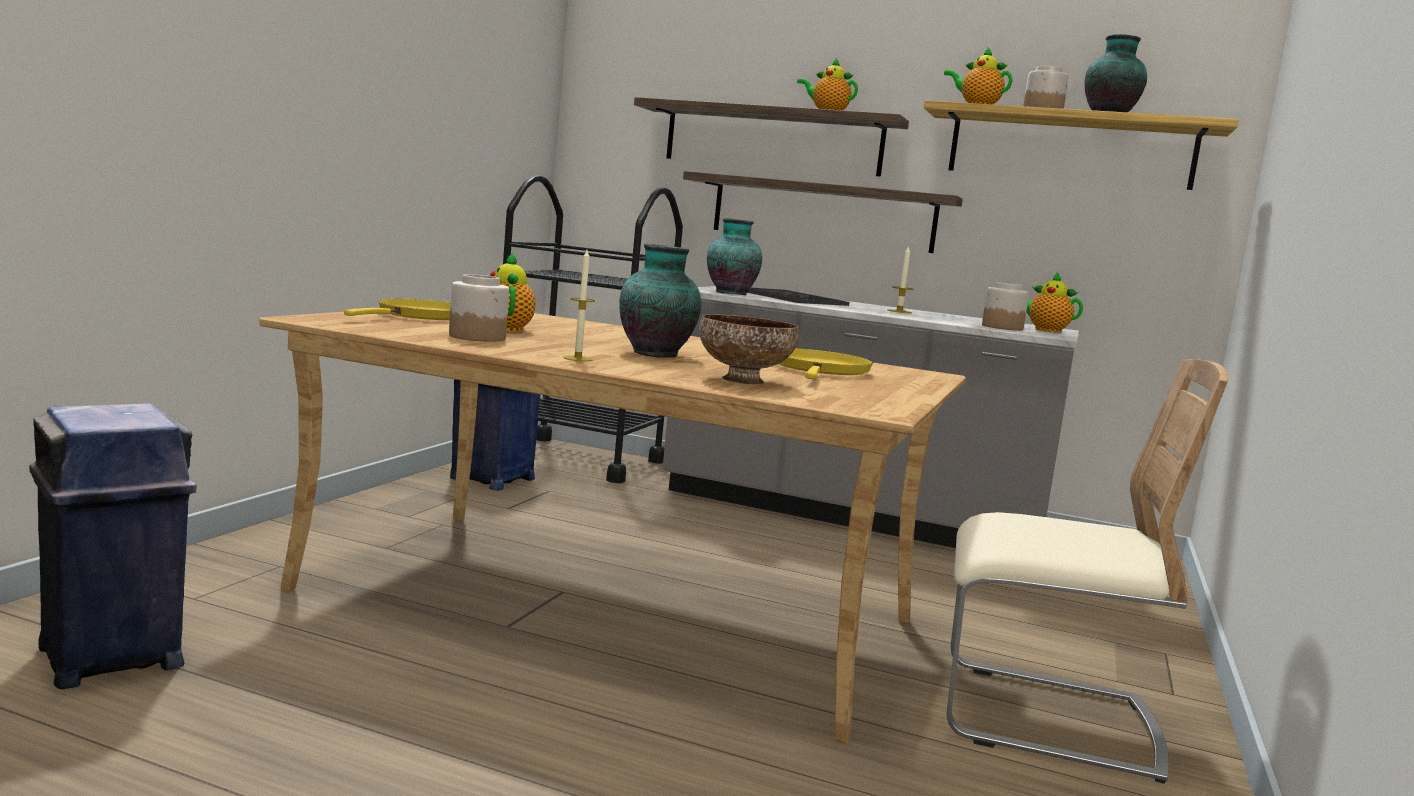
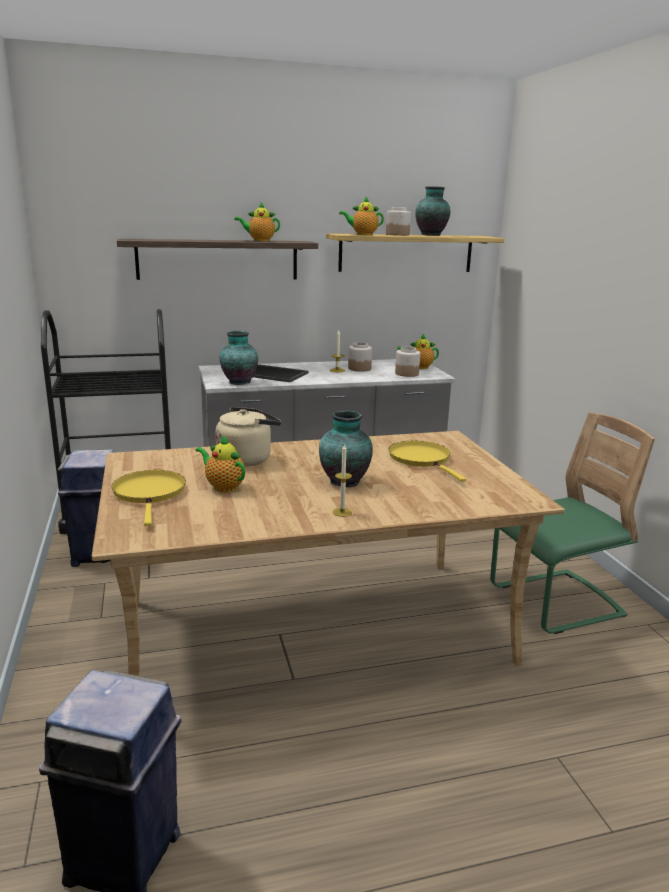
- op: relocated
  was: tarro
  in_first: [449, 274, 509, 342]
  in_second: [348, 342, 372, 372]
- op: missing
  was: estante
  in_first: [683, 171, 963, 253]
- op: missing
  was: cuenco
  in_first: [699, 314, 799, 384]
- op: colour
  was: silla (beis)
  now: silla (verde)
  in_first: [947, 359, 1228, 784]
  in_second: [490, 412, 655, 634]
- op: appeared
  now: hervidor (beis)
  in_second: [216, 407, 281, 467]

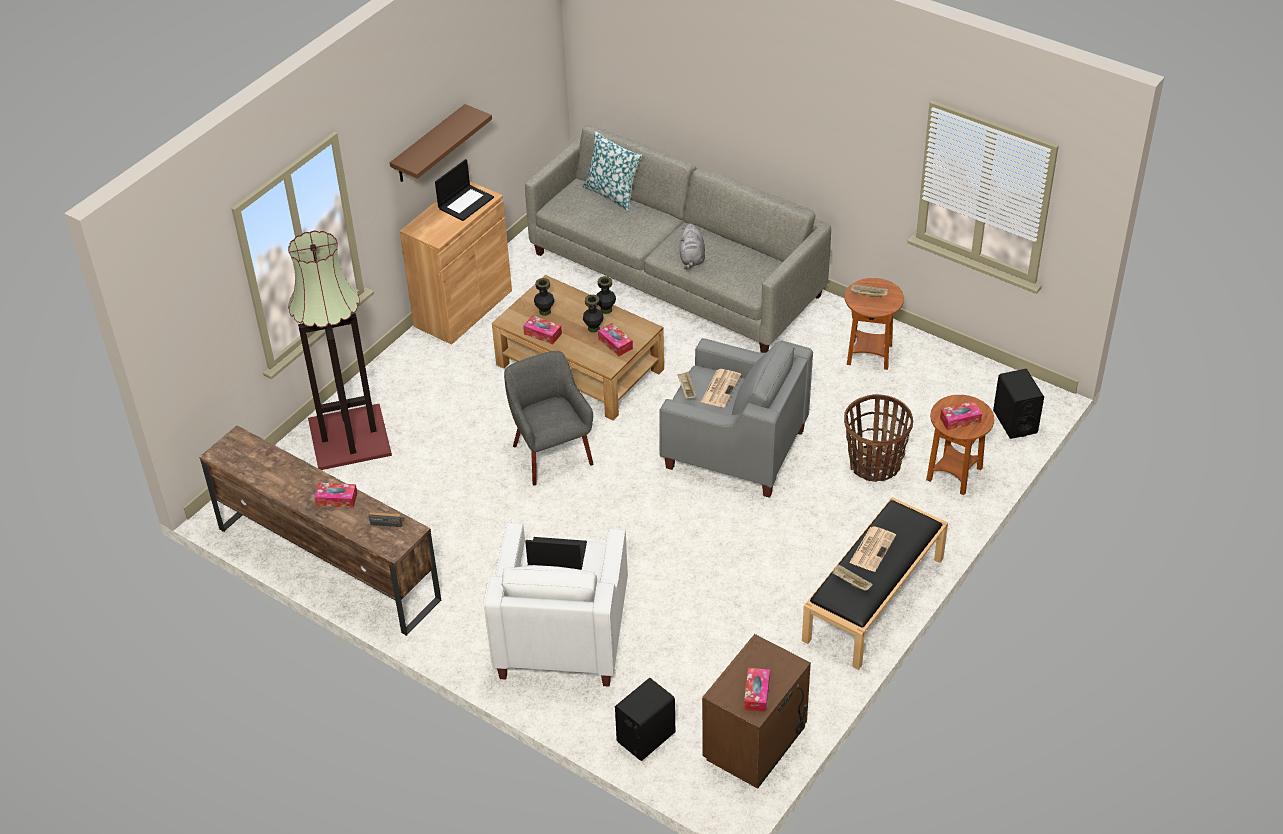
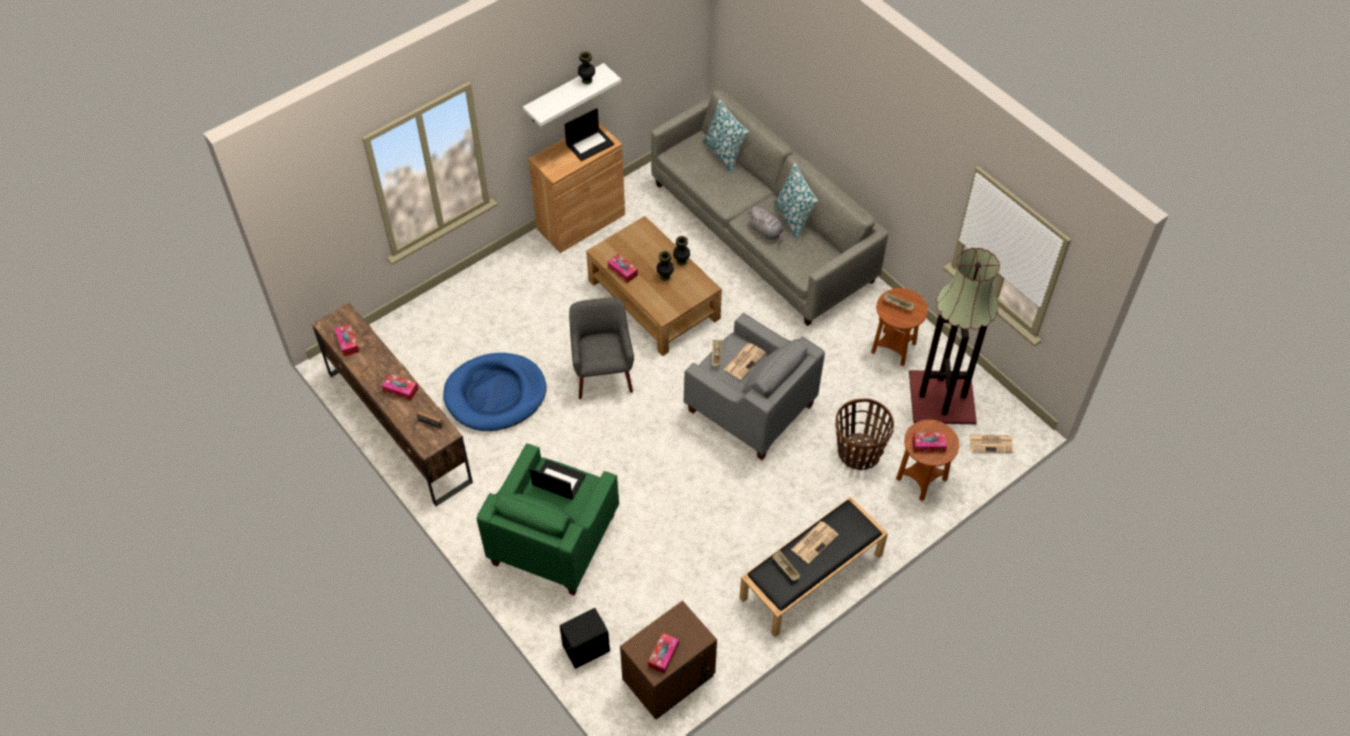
- op: relocated
  was: lámpara de pie
  in_first: [288, 230, 392, 470]
  in_second: [909, 248, 1000, 424]
- op: colour
  was: estante (marrón)
  now: estante (blanco)
  in_first: [390, 104, 492, 182]
  in_second: [523, 63, 621, 127]
- op: colour
  was: sillón (blanco)
  now: sillón (verde)
  in_first: [483, 522, 628, 686]
  in_second: [477, 443, 619, 595]
- op: relocated
  was: florero (negro)
  in_first: [534, 278, 555, 316]
  in_second: [578, 51, 595, 84]
- op: relocated
  was: caja de pañuelos
  in_first: [598, 323, 633, 356]
  in_second: [335, 324, 359, 357]
- op: spun
  was: peluche (gris)
  in_first: [679, 224, 705, 269]
  in_second: [748, 206, 784, 242]
  clockwise: -60
- op: exchanged
  was: altavoz (negro)
  now: periódico
  in_first: [993, 369, 1044, 439]
  in_second: [969, 434, 1014, 453]
- op: appeared
  now: cama para perro (azul)
  in_second: [443, 353, 547, 431]
- op: appeared
  now: cojín
  in_second: [774, 163, 819, 240]

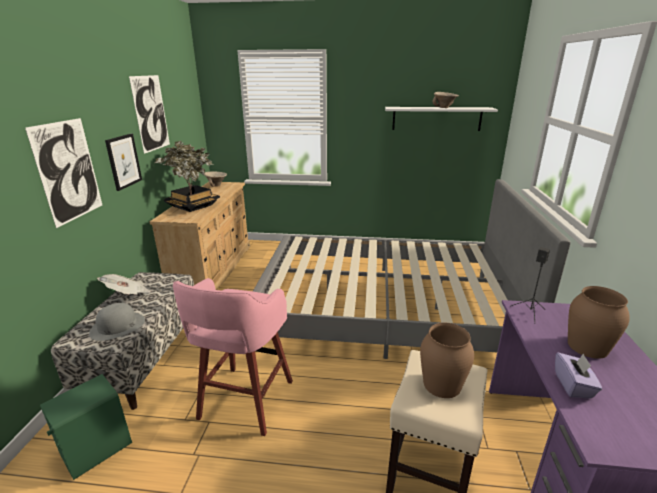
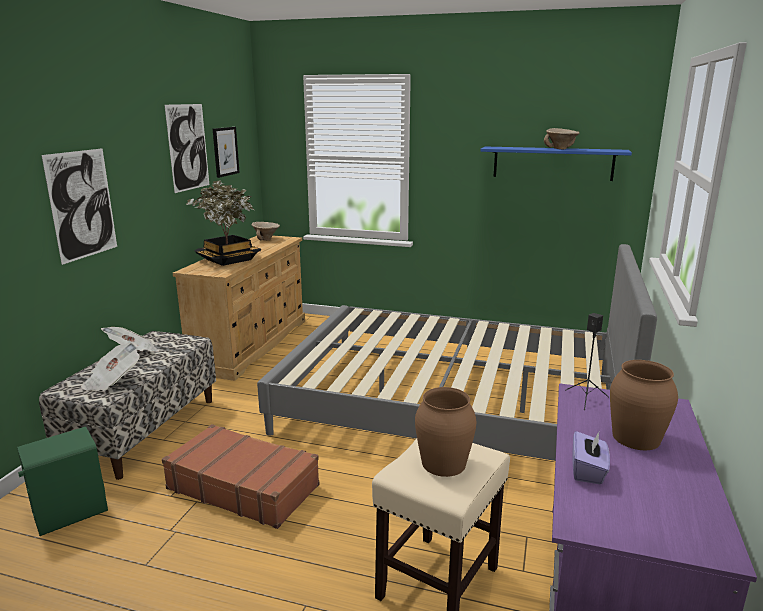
- op: exchanged
  was: sombrero (gris)
  now: periódico
  in_first: [89, 303, 145, 341]
  in_second: [81, 343, 140, 391]
- op: relocated
  was: cuadro
  in_first: [105, 134, 142, 191]
  in_second: [213, 127, 240, 178]
- op: exchanged
  was: taburete (rosa)
  now: maleta (marrón)
  in_first: [173, 278, 293, 436]
  in_second: [162, 424, 319, 529]
- op: colour
  was: estante (blanco)
  now: estante (azul)
  in_first: [385, 107, 498, 131]
  in_second: [480, 146, 632, 181]

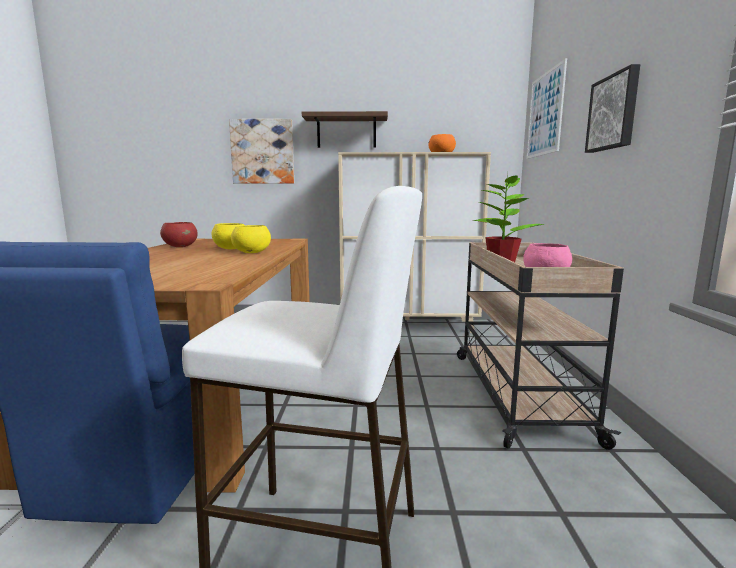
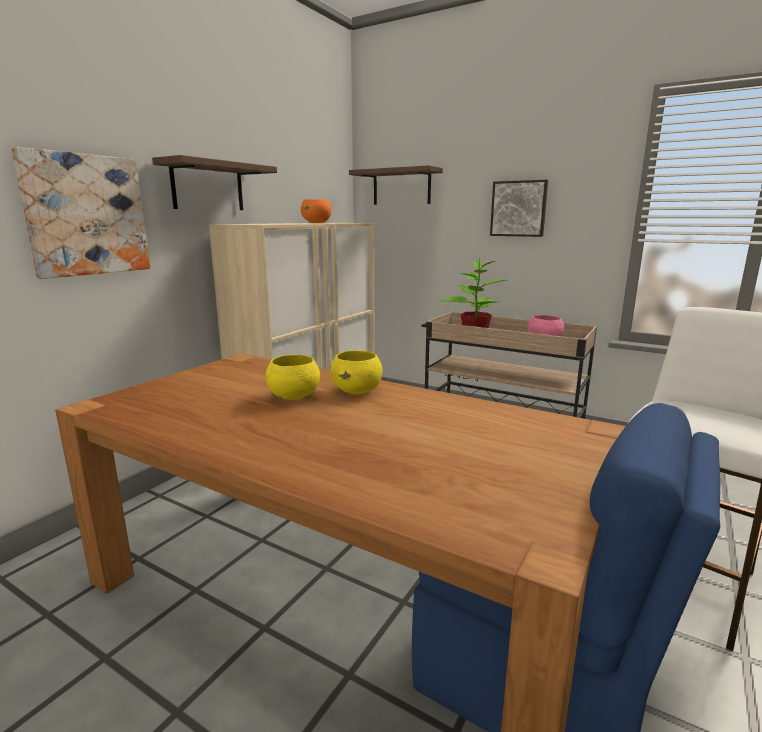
- op: missing
  was: cuenco (rojo)
  in_first: [160, 222, 198, 247]
- op: exchanged
  was: cuadro
  now: estante
  in_first: [527, 58, 567, 159]
  in_second: [349, 165, 443, 205]

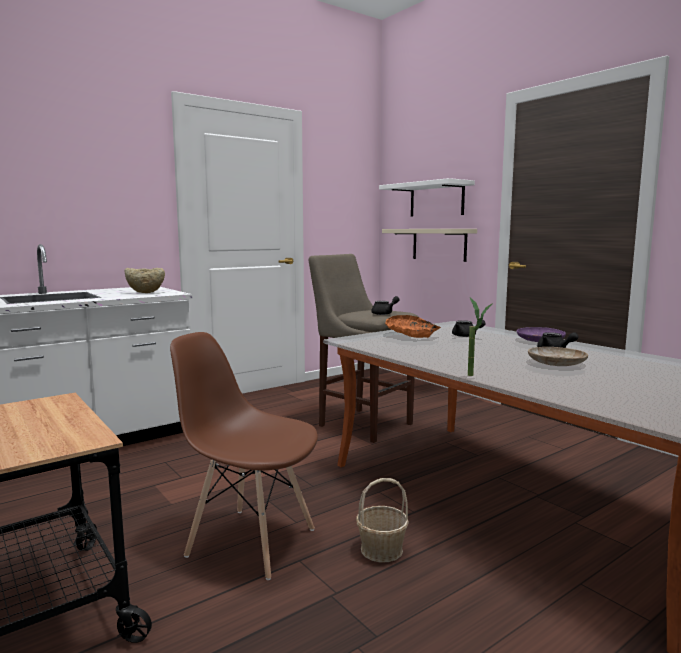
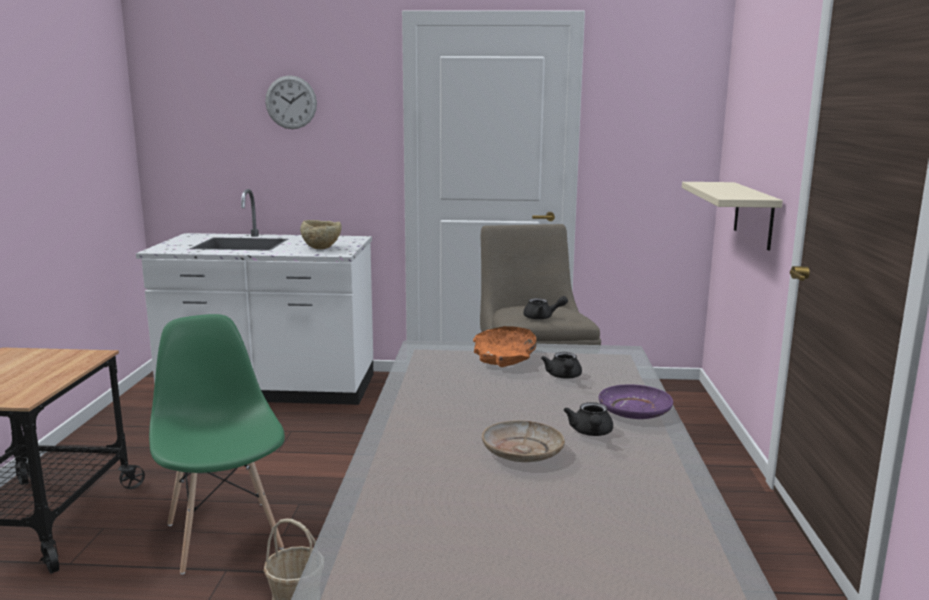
- op: colour
  was: silla (marrón)
  now: silla (verde)
  in_first: [170, 332, 318, 580]
  in_second: [149, 314, 285, 574]
- op: missing
  was: estante (blanco)
  in_first: [379, 178, 475, 216]
- op: missing
  was: planta en maceta
  in_first: [468, 297, 493, 376]
- op: appeared
  now: reloj de pared
  in_second: [265, 75, 317, 129]

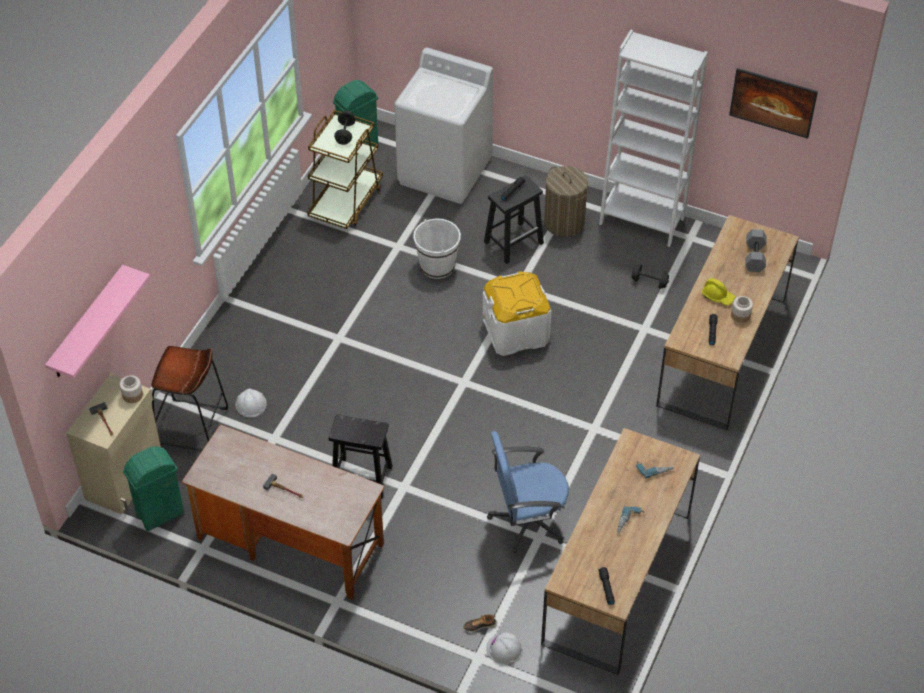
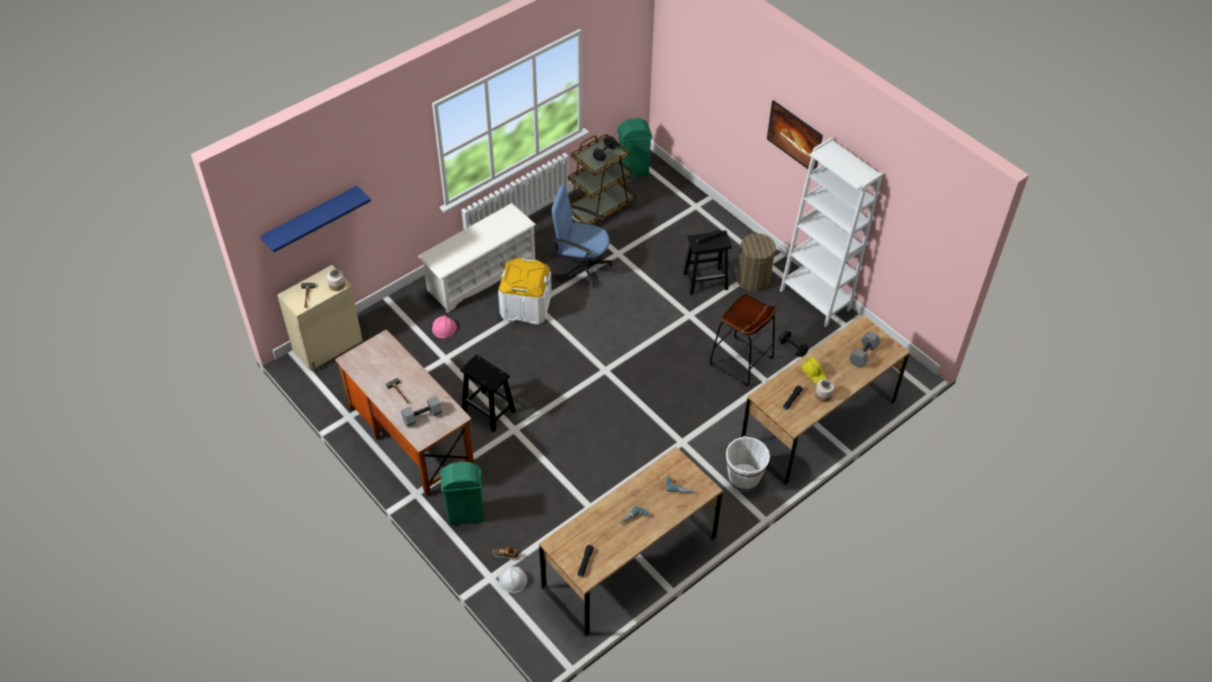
- op: colour
  was: estante (rosa)
  now: estante (azul)
  in_first: [45, 265, 150, 378]
  in_second: [260, 186, 371, 252]
- op: relocated
  was: papelera (verde)
  in_first: [123, 447, 184, 531]
  in_second: [440, 462, 484, 525]
- op: relocated
  was: taburete (marrón)
  in_first: [151, 346, 228, 451]
  in_second: [709, 294, 777, 386]
- op: colour
  was: casco (blanco)
  now: casco (rosa)
  in_first: [236, 388, 267, 418]
  in_second: [432, 316, 457, 338]
- op: missing
  was: lavadora (blanco)
  in_first: [394, 47, 493, 204]
- op: relocated
  was: cubo (blanco)
  in_first: [413, 218, 461, 279]
  in_second: [726, 436, 770, 491]
- op: relocated
  was: caja de almacenaje (blanco)
  in_first: [483, 271, 551, 356]
  in_second: [498, 258, 552, 325]
- op: relocated
  was: silla de oficina (azul)
  in_first: [487, 431, 569, 553]
  in_second: [552, 185, 613, 288]
- op: relocated
  was: cuadro
  in_first: [729, 68, 818, 139]
  in_second: [767, 100, 823, 170]
- op: appeared
  now: mancuerna (gris)
  in_second: [401, 396, 442, 427]
- op: appeared
  now: zapatero (blanco)
  in_second: [418, 203, 536, 313]

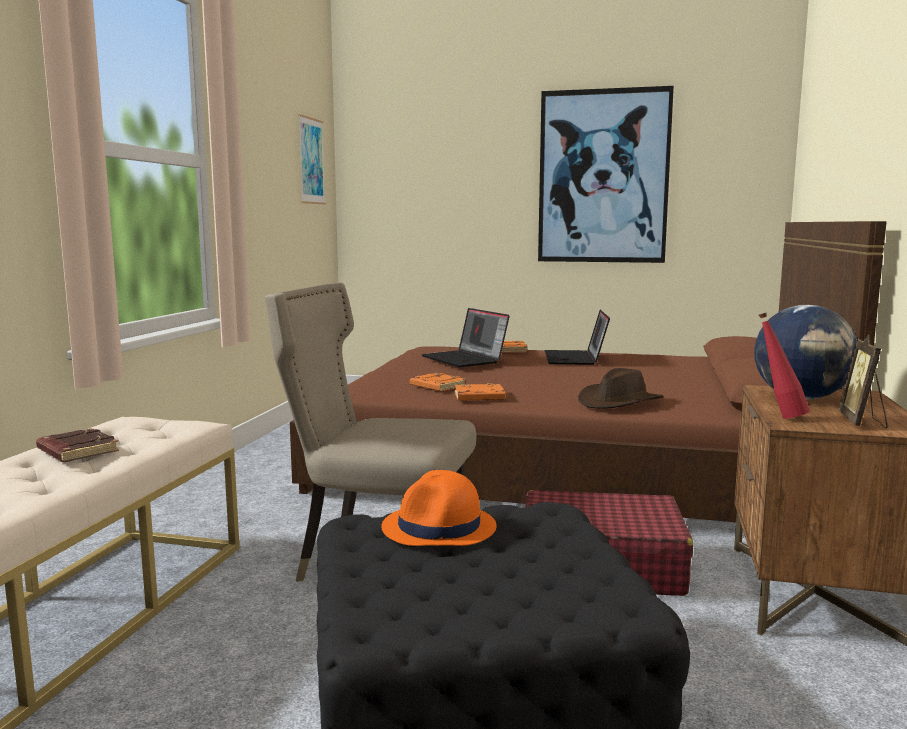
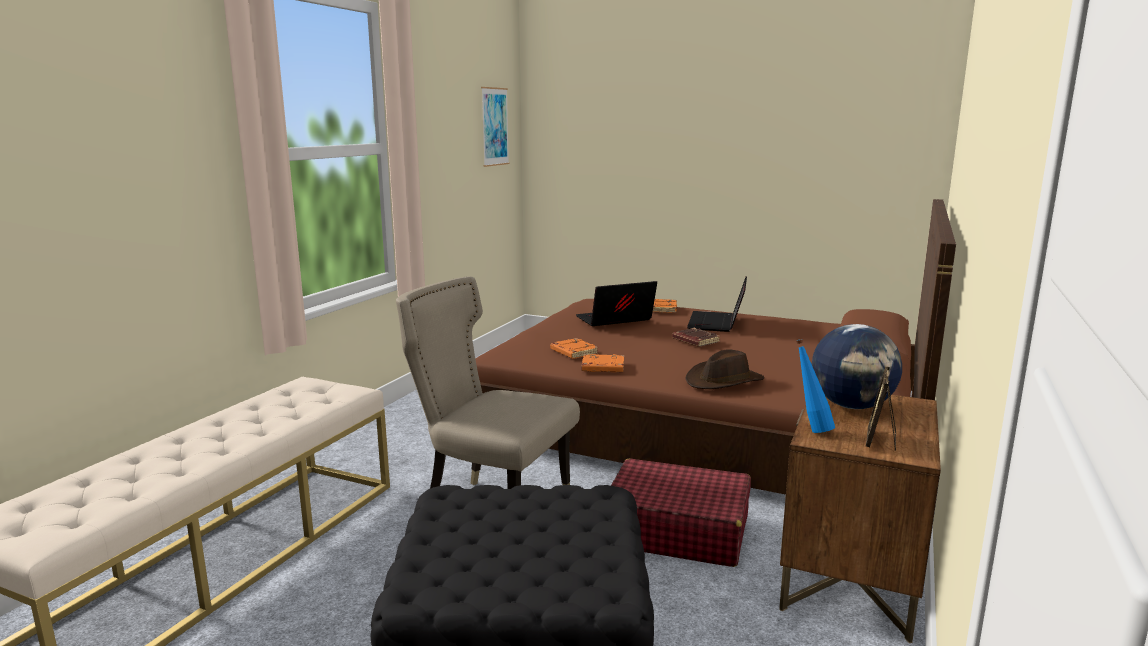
- op: relocated
  was: libro (marrón)
  in_first: [36, 428, 119, 462]
  in_second: [672, 328, 721, 347]
- op: missing
  was: sombrero (naranja)
  in_first: [381, 470, 497, 546]
- op: spun
  was: portátil
  in_first: [422, 308, 510, 367]
  in_second: [576, 281, 657, 326]
  clockwise: 90
- op: missing
  was: cuadro
  in_first: [538, 86, 674, 263]
- op: colour
  was: botella (rojo)
  now: botella (azul)
  in_first: [759, 313, 810, 419]
  in_second: [796, 339, 835, 433]

